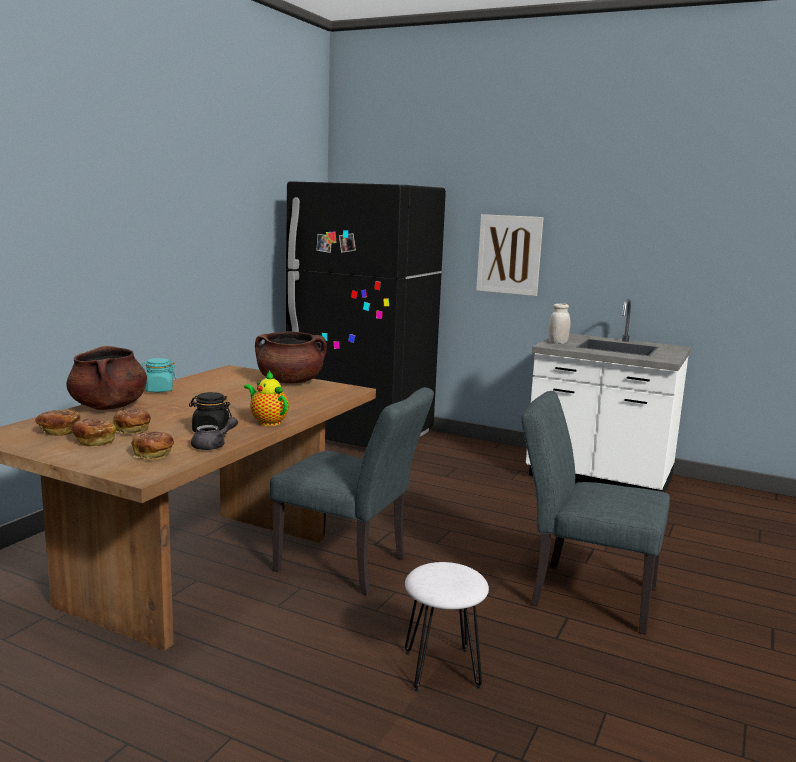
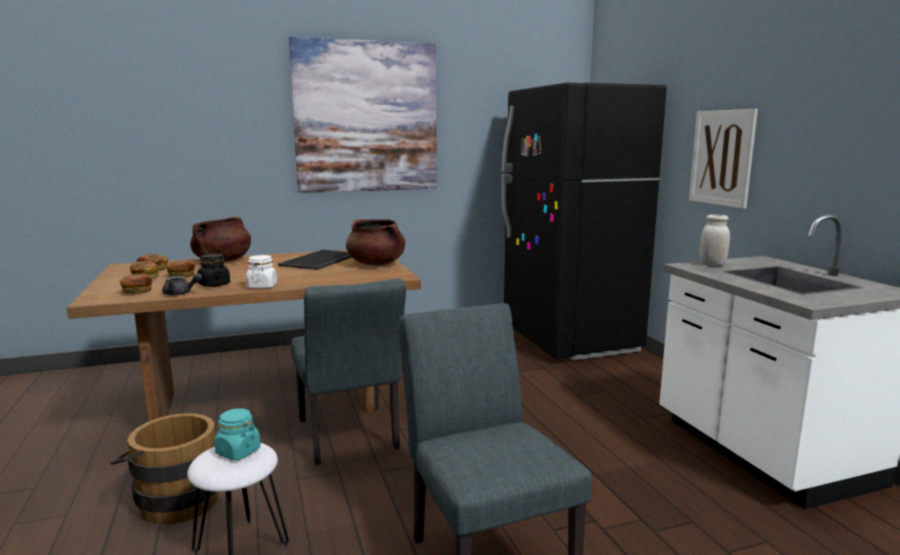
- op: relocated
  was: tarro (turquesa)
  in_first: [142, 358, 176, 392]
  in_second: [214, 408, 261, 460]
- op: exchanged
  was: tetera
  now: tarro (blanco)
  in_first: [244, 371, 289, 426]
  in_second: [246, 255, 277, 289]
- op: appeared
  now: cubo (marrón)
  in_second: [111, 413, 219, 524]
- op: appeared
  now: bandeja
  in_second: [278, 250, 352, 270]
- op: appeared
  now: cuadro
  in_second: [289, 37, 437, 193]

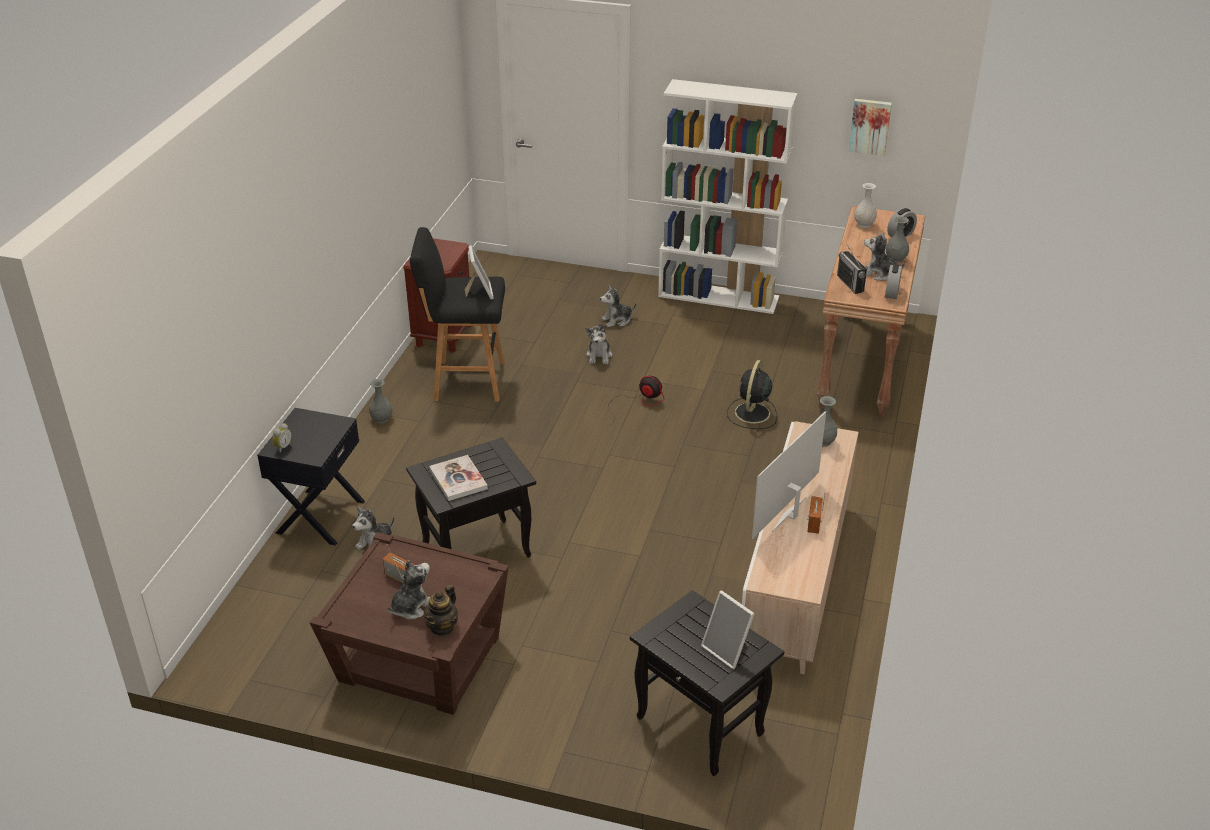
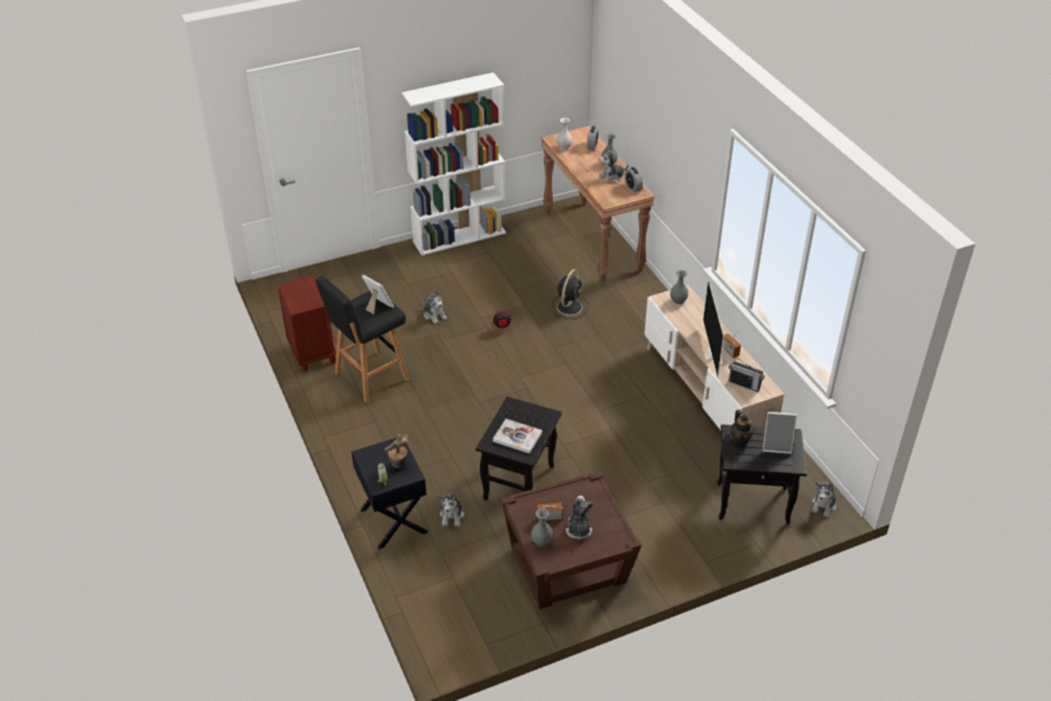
- op: relocated
  was: florero (gris)
  in_first: [369, 379, 392, 423]
  in_second: [531, 508, 553, 547]
- op: relocated
  was: tetera
  in_first: [424, 584, 458, 636]
  in_second: [730, 410, 755, 445]
- op: relocated
  was: peluche
  in_first: [600, 285, 636, 327]
  in_second: [812, 482, 837, 518]
- op: spun
  was: ventilador (negro)
  in_first: [727, 360, 777, 429]
  in_second: [552, 269, 589, 319]
  clockwise: -135
- op: relocated
  was: radio
  in_first: [837, 243, 867, 294]
  in_second: [728, 357, 765, 392]
- op: missing
  was: cuadro
  in_first: [849, 99, 892, 156]
- op: appeared
  now: planta en maceta
  in_second: [385, 434, 408, 468]

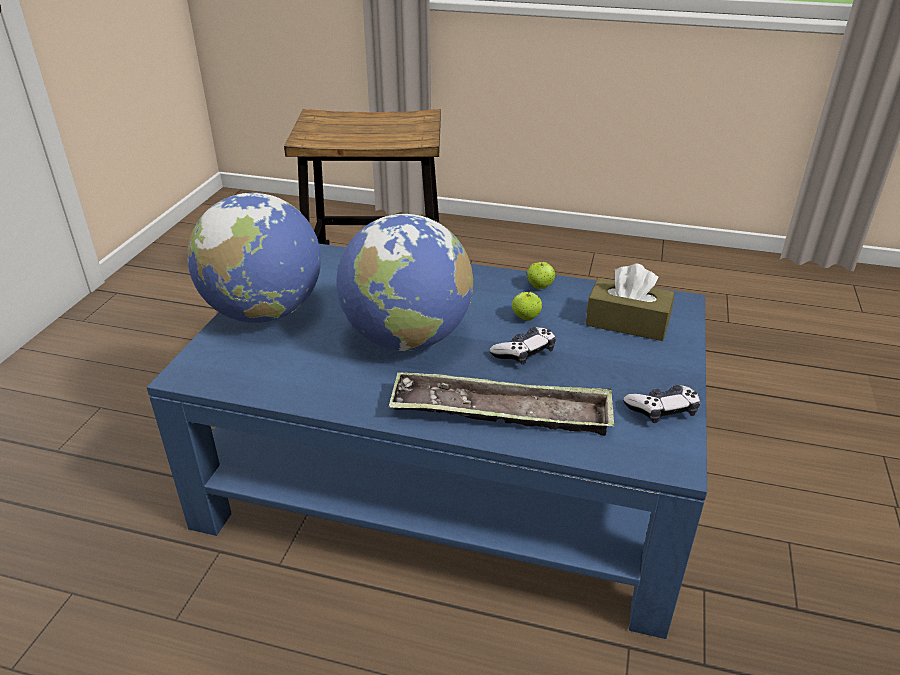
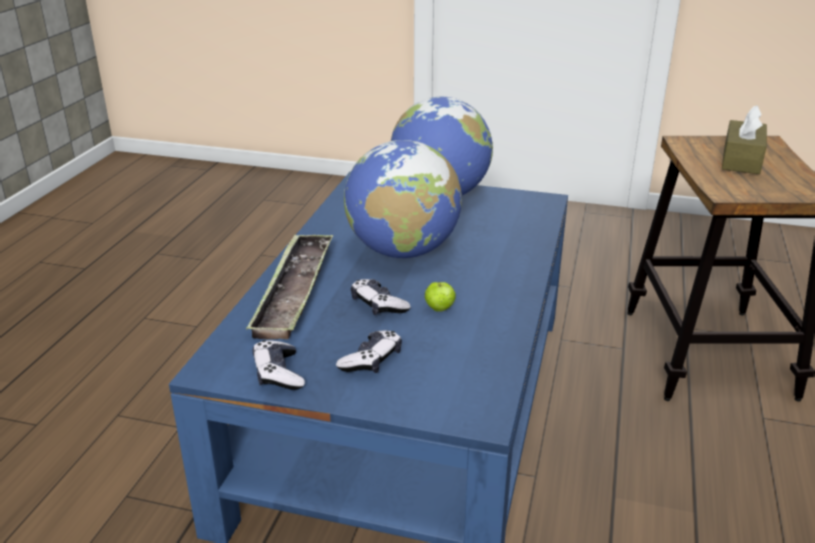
- op: missing
  was: manzana
  in_first: [527, 262, 556, 289]
- op: relocated
  was: caja de pañuelos (marrón)
  in_first: [585, 264, 675, 341]
  in_second: [722, 105, 767, 174]
- op: appeared
  now: mando de consola
  in_second: [336, 330, 402, 373]

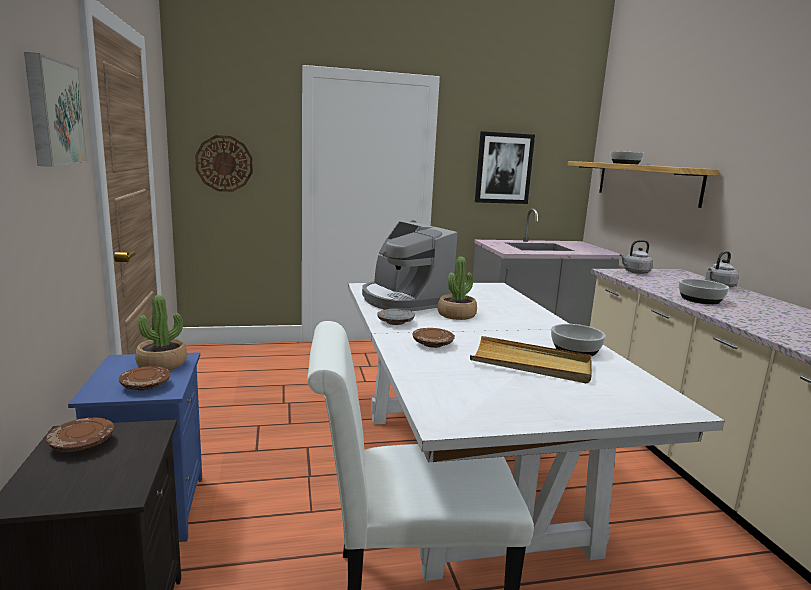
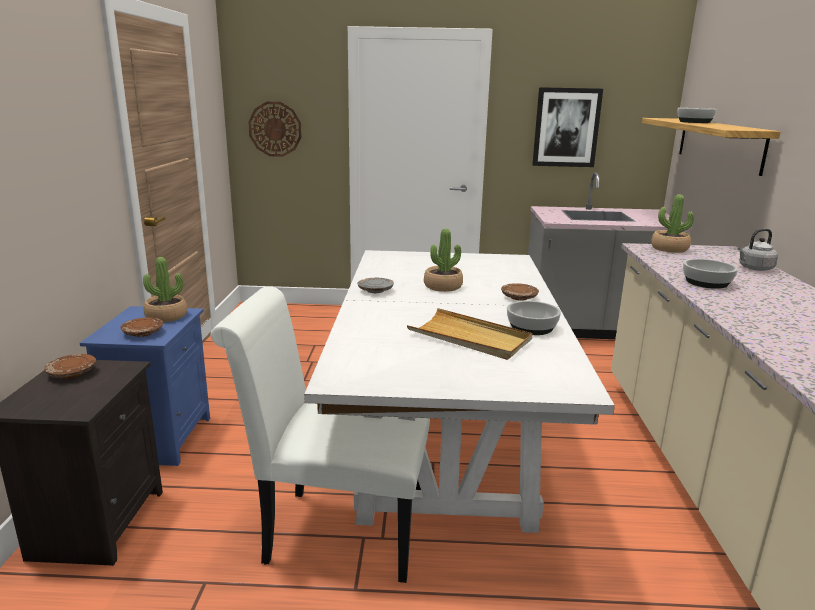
- op: missing
  was: cuadro
  in_first: [24, 52, 88, 167]
- op: missing
  was: cafetera
  in_first: [362, 221, 457, 311]
- op: relocated
  was: plato (marrón)
  in_first: [413, 328, 455, 348]
  in_second: [501, 283, 539, 301]
- op: exchanged
  was: hervidor (gris)
  now: planta en maceta
  in_first: [619, 240, 653, 274]
  in_second: [651, 194, 694, 253]

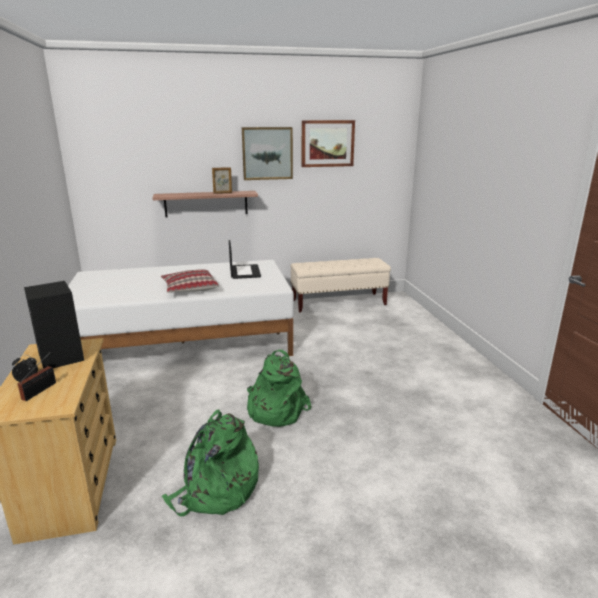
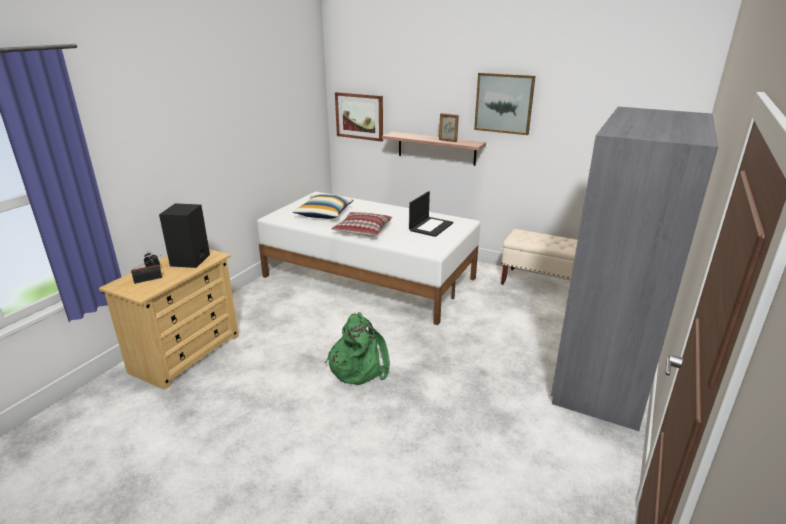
- op: missing
  was: mochila (verde)
  in_first: [162, 410, 259, 517]
- op: relocated
  was: cuadro
  in_first: [302, 120, 355, 167]
  in_second: [335, 92, 383, 142]
- op: appeared
  now: cojín
  in_second: [292, 194, 354, 219]
- op: appeared
  now: armario ropero (gris)
  in_second: [551, 107, 718, 431]

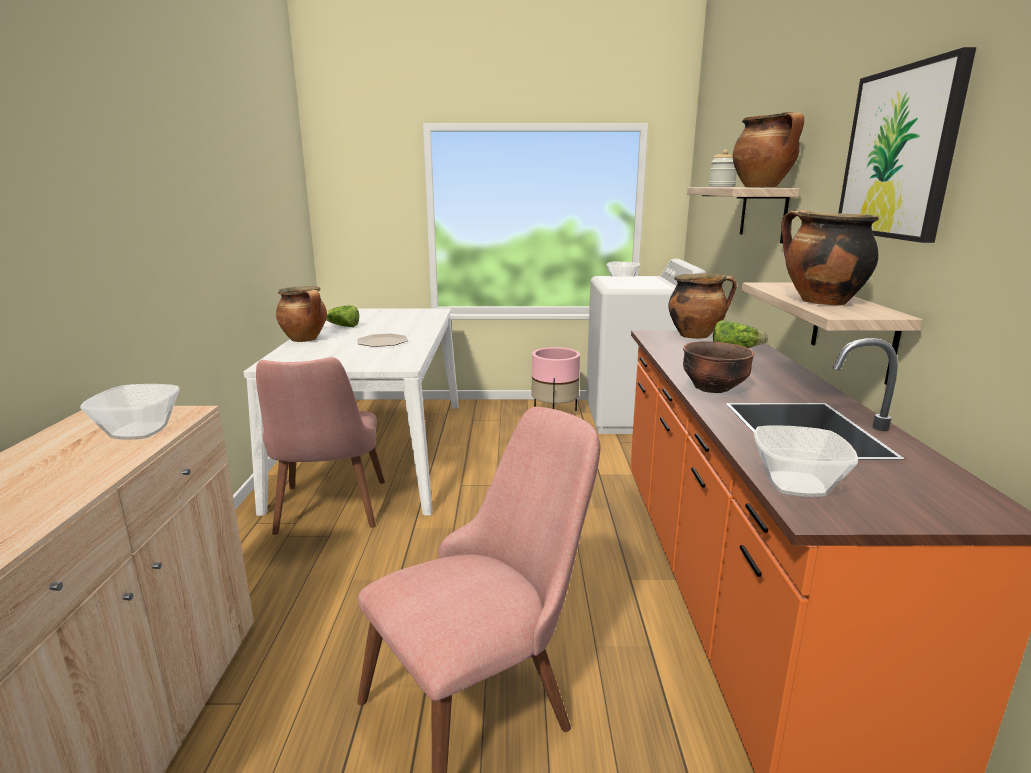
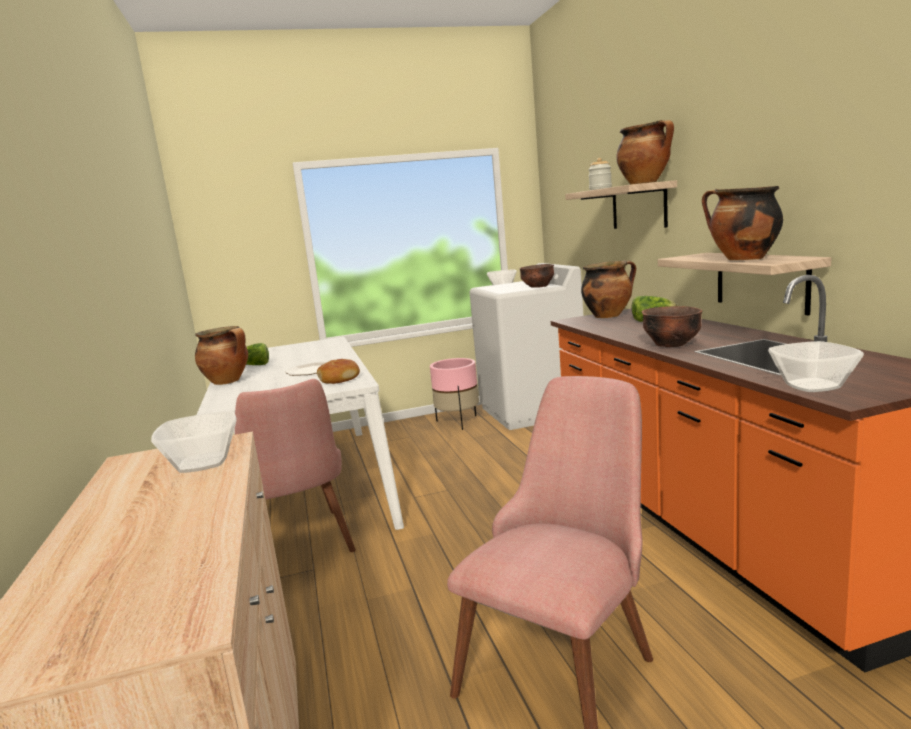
- op: missing
  was: cuadro
  in_first: [838, 47, 976, 243]
- op: appeared
  now: pan
  in_second: [317, 359, 360, 384]
- op: appeared
  now: cuenco (marrón)
  in_second: [520, 264, 554, 288]

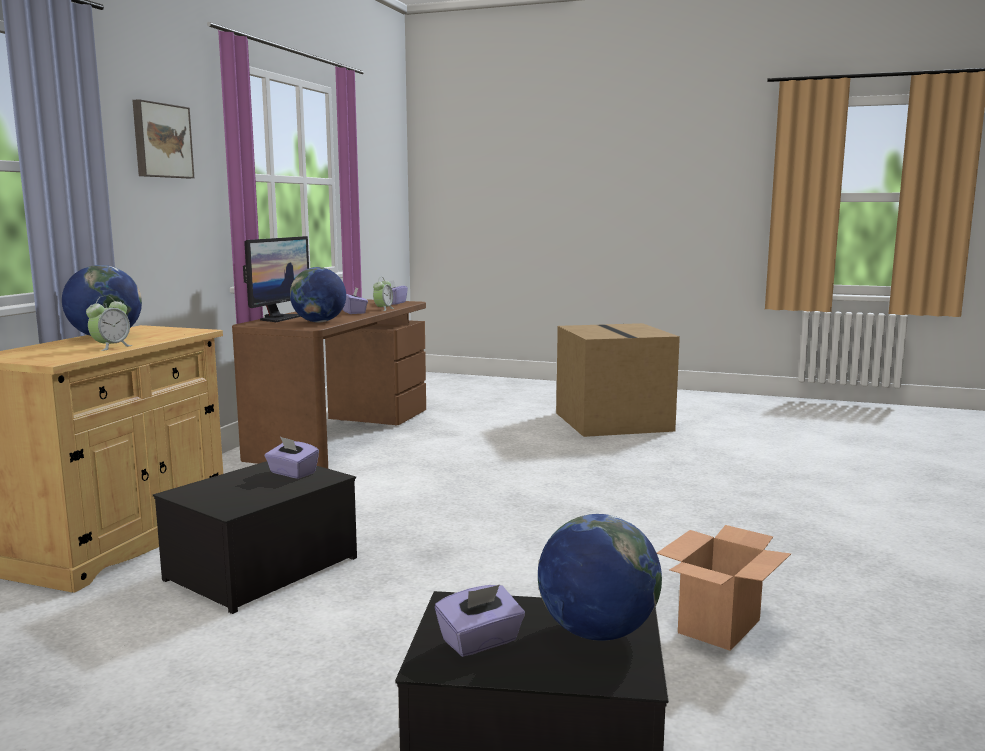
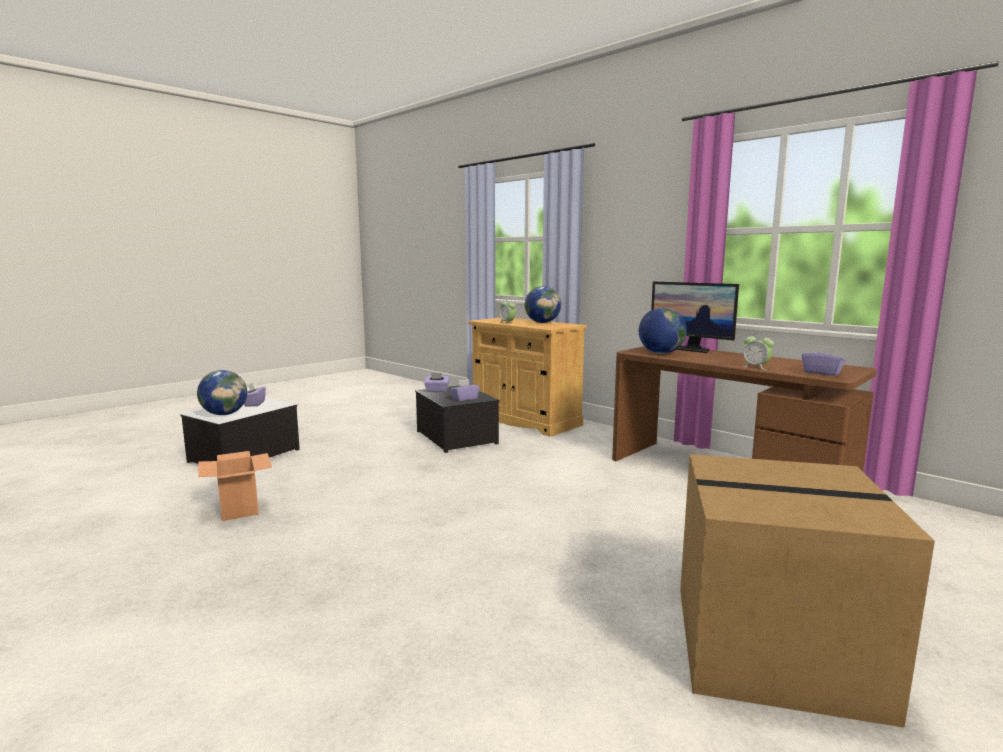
- op: missing
  was: cuadro
  in_first: [133, 99, 194, 178]
- op: relocated
  was: caja de pañuelos (morado)
  in_first: [343, 288, 368, 314]
  in_second: [424, 373, 450, 392]

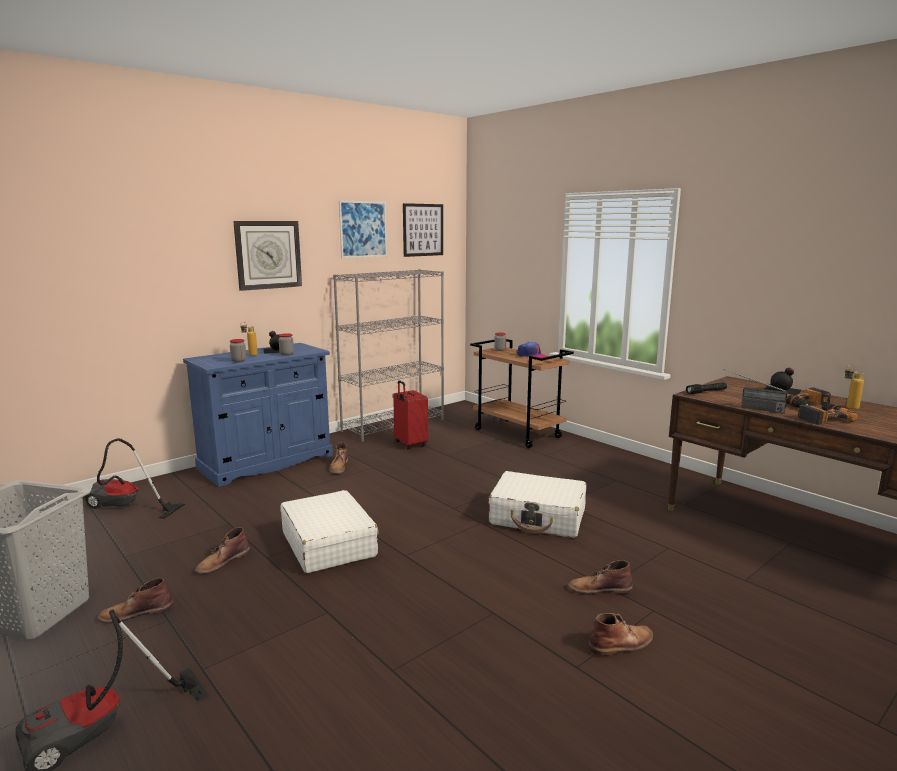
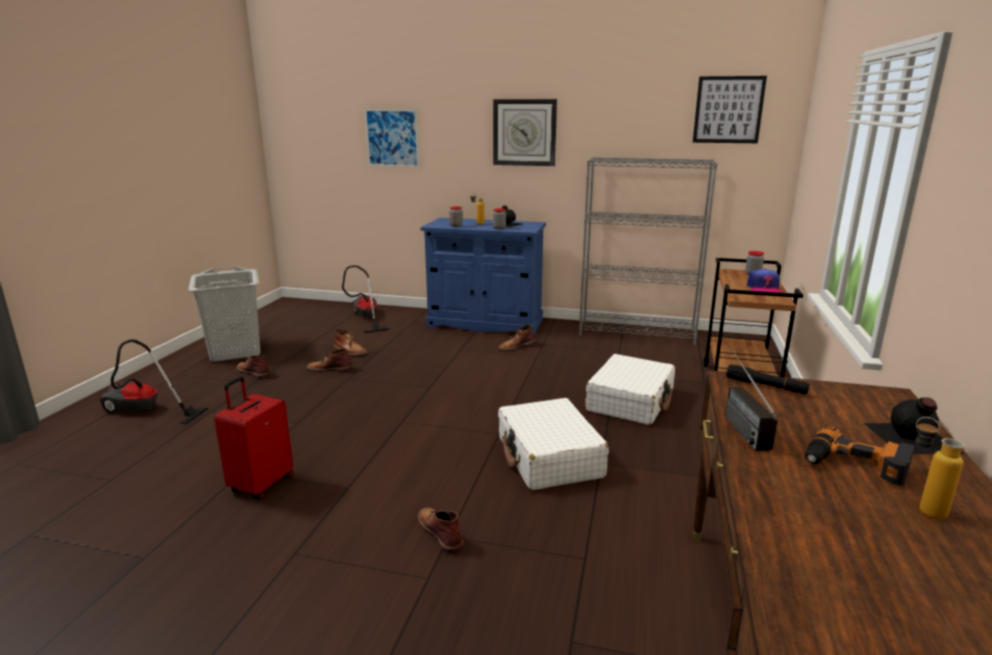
- op: relocated
  was: maleta (blanco)
  in_first: [280, 490, 378, 573]
  in_second: [585, 354, 675, 425]
- op: relocated
  was: cuadro
  in_first: [339, 201, 387, 258]
  in_second: [365, 109, 419, 167]
- op: relocated
  was: maleta (rojo)
  in_first: [393, 380, 428, 449]
  in_second: [214, 377, 293, 499]
- op: relocated
  was: bota (marrón)
  in_first: [588, 613, 653, 656]
  in_second: [334, 329, 368, 356]
- op: missing
  was: taladro
  in_first: [798, 403, 858, 425]

